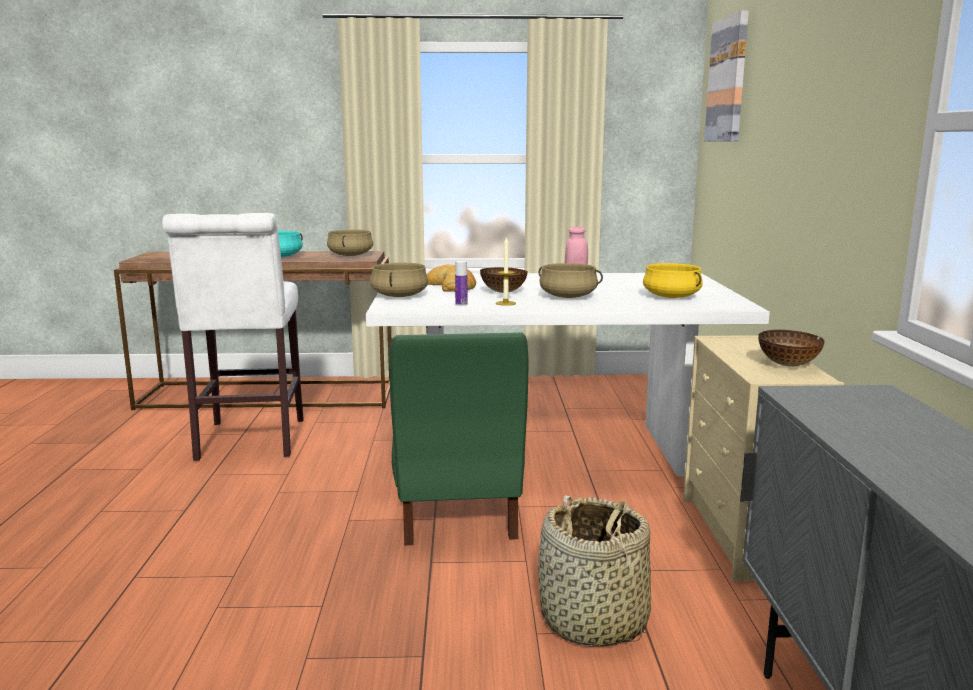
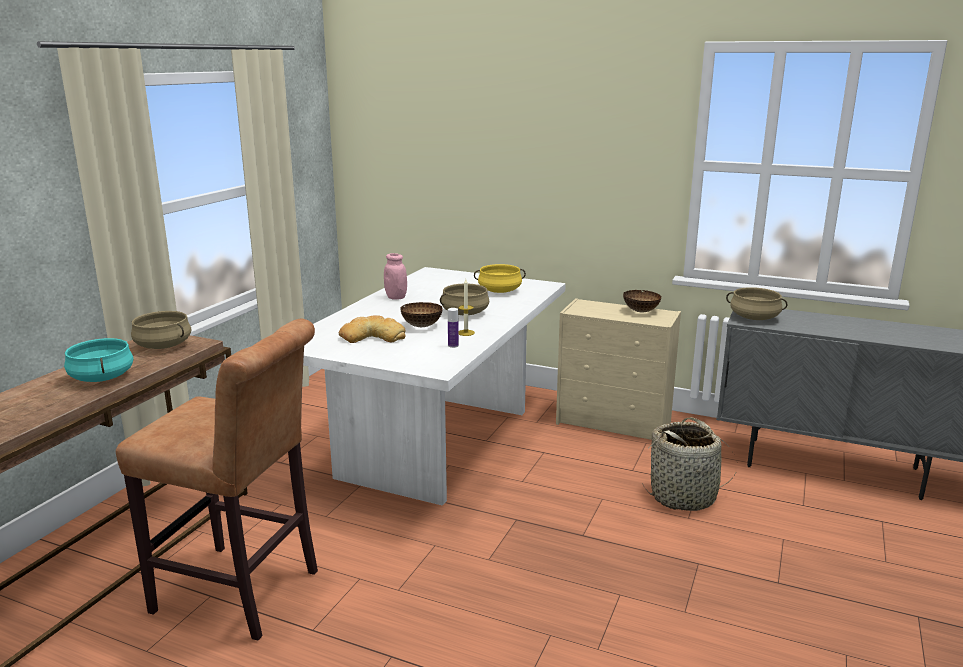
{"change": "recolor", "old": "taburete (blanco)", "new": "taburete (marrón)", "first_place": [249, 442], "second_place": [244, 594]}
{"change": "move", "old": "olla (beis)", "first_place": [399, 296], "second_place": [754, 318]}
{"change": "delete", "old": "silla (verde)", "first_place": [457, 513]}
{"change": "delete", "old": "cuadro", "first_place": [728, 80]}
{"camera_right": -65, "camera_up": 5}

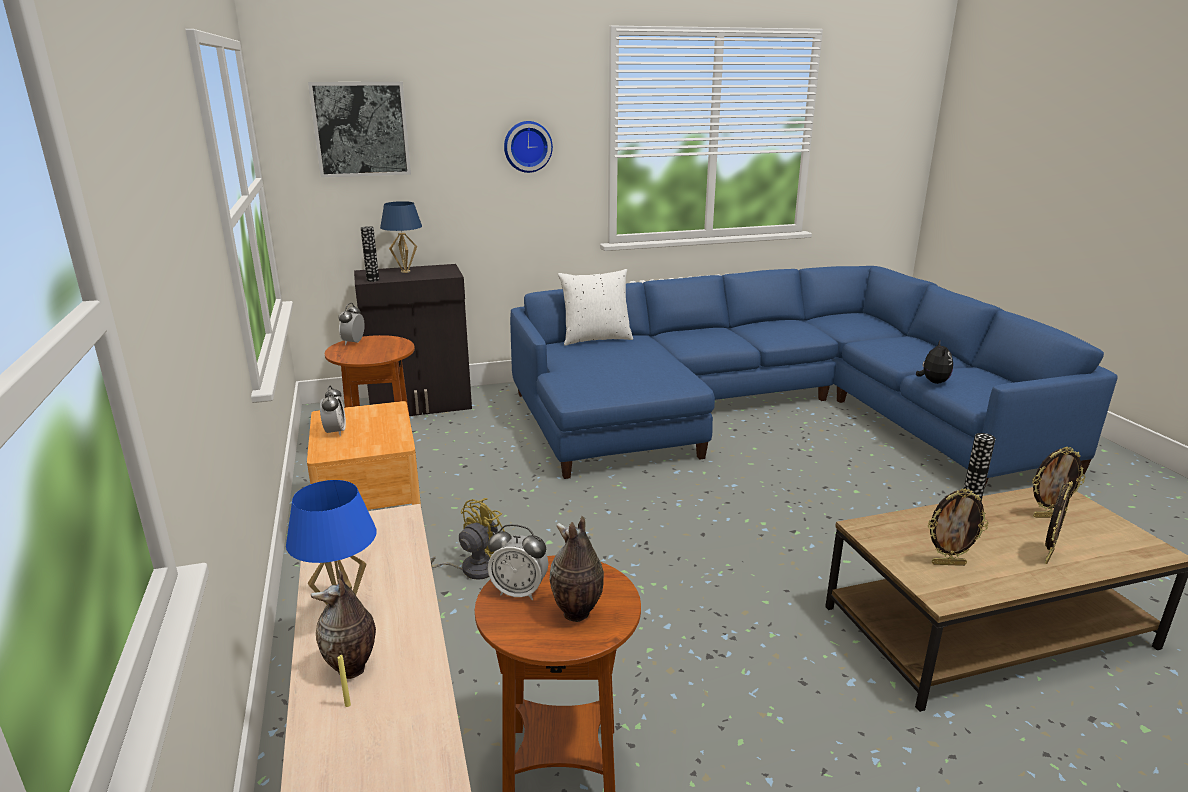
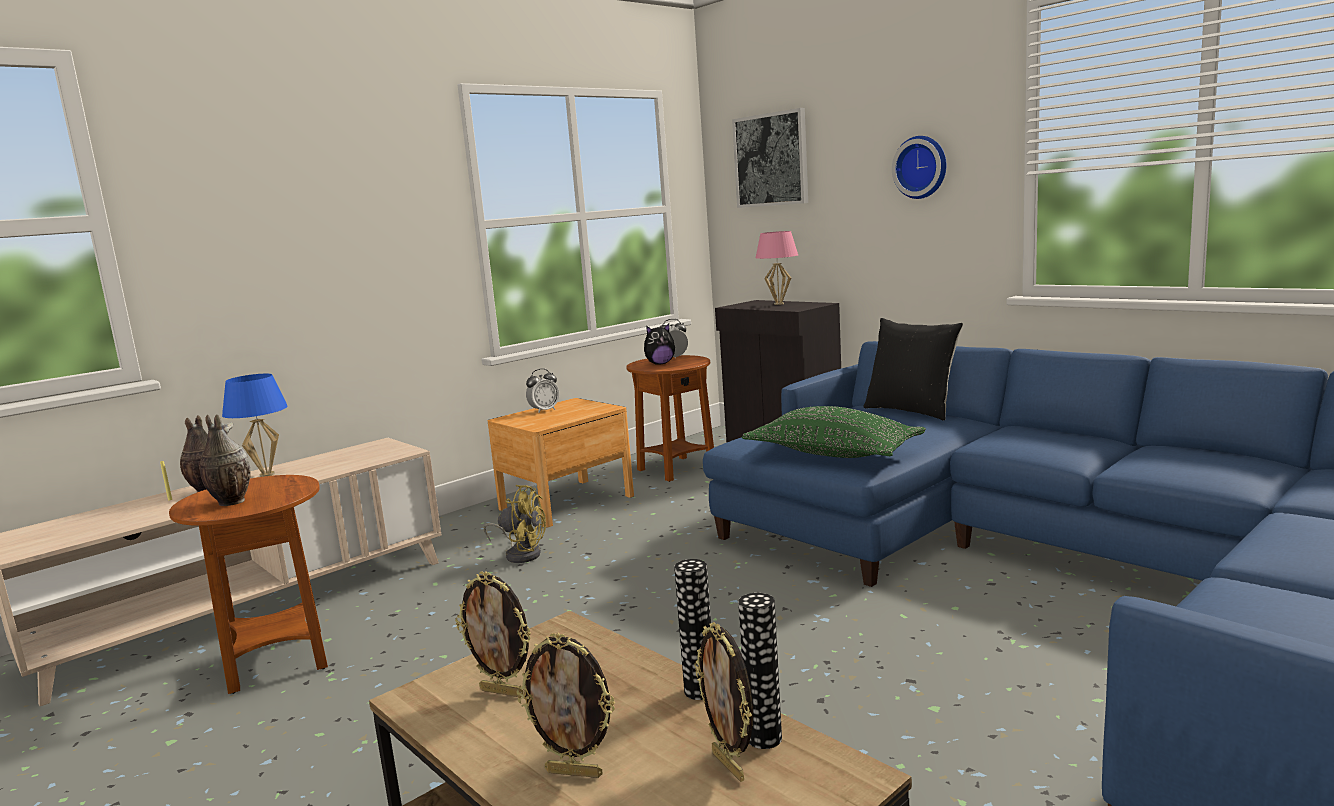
{"change": "move", "old": "florero", "first_place": [373, 280], "second_place": [764, 738]}
{"change": "recolor", "old": "lámpara de mesa (azul)", "new": "lámpara de mesa (rosa)", "first_place": [405, 271], "second_place": [779, 304]}
{"change": "delete", "old": "despertador", "first_place": [519, 592]}
{"change": "recolor", "old": "cojín (blanco)", "new": "cojín (negro)", "first_place": [596, 339], "second_place": [911, 411]}
{"change": "move", "old": "peluche", "first_place": [932, 382], "second_place": [660, 364]}
{"change": "rotate", "old": "portarretratos", "first_place": [948, 563], "second_place": [503, 692], "degrees": -45}
{"change": "insert", "new": "cojín (verde)", "second_place": [833, 454]}
{"camera_right": 65, "camera_up": -10}

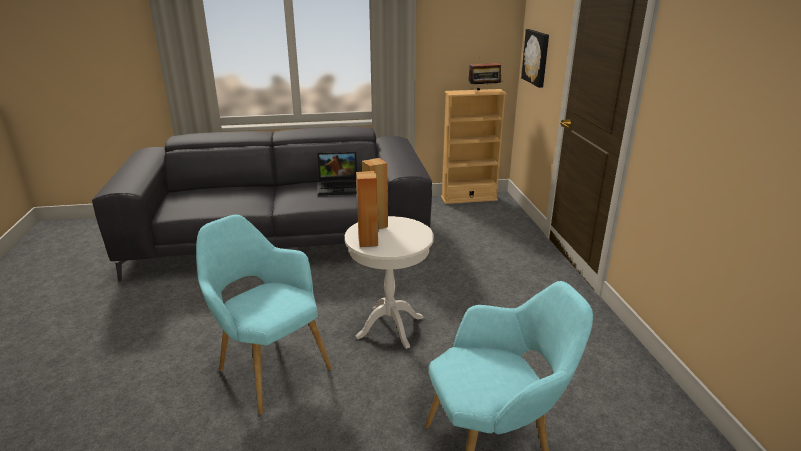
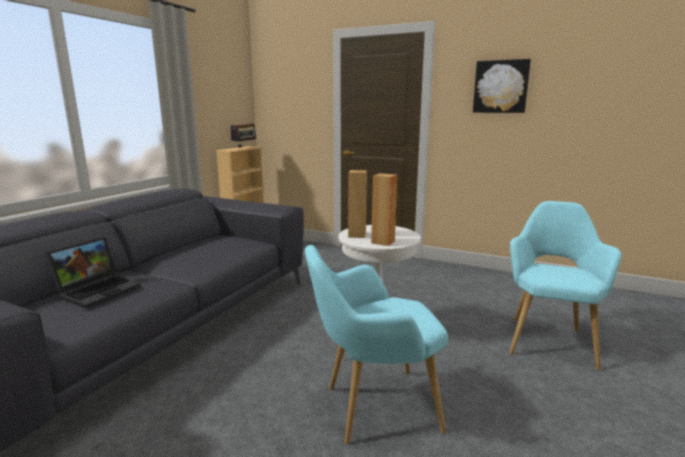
{"change": "move", "old": "portátil", "first_place": [339, 187], "second_place": [99, 290]}
{"change": "move", "old": "cuadro", "first_place": [536, 57], "second_place": [501, 87]}
{"camera_right": -55, "camera_up": -10}

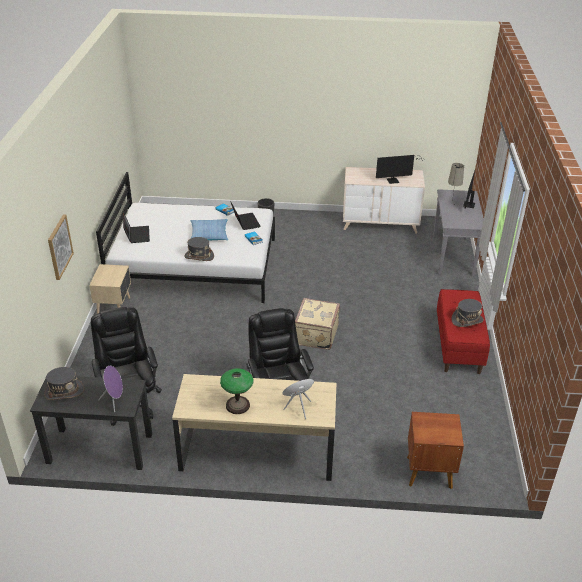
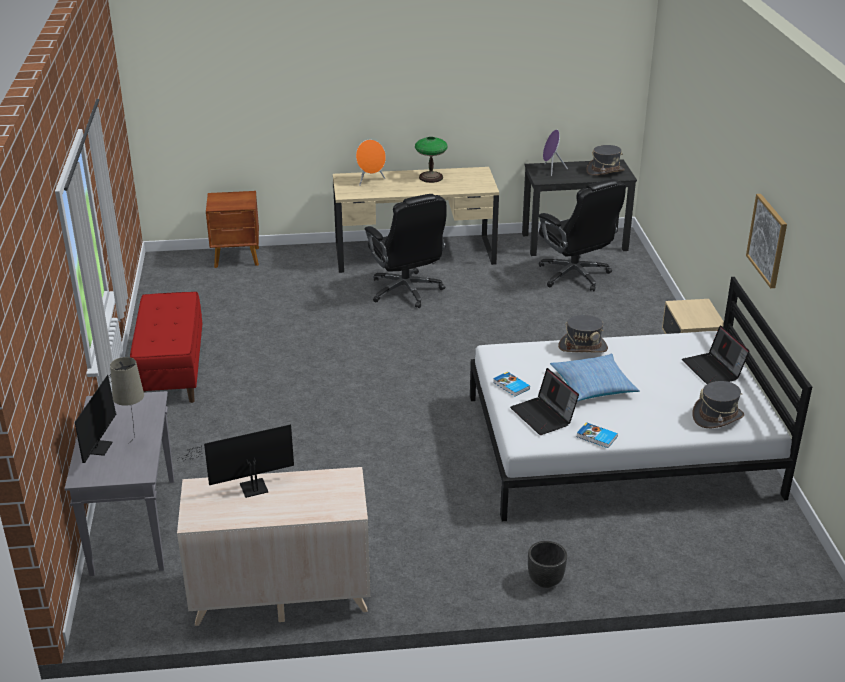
{"change": "move", "old": "cuadro", "first_place": [59, 246], "second_place": [768, 240]}
{"change": "delete", "old": "maleta (beis)", "first_place": [315, 335]}
{"change": "move", "old": "sombrero (gris)", "first_place": [467, 320], "second_place": [717, 417]}
{"camera_right": 170, "camera_up": -5}

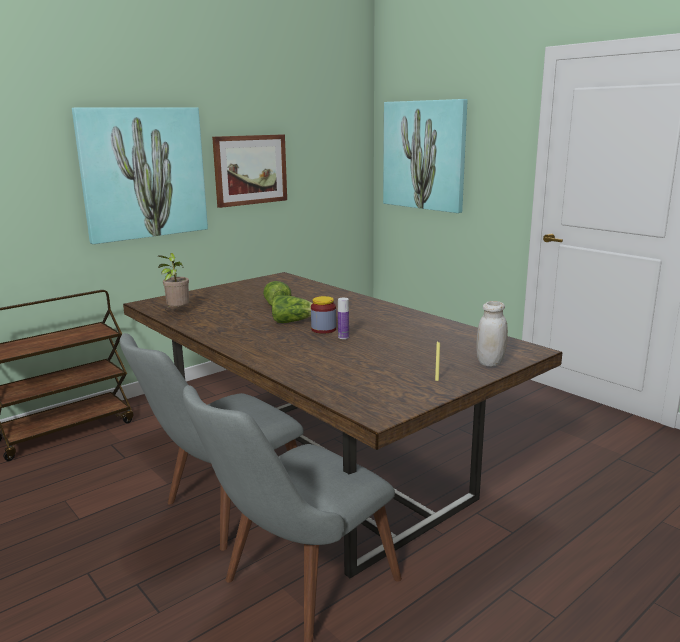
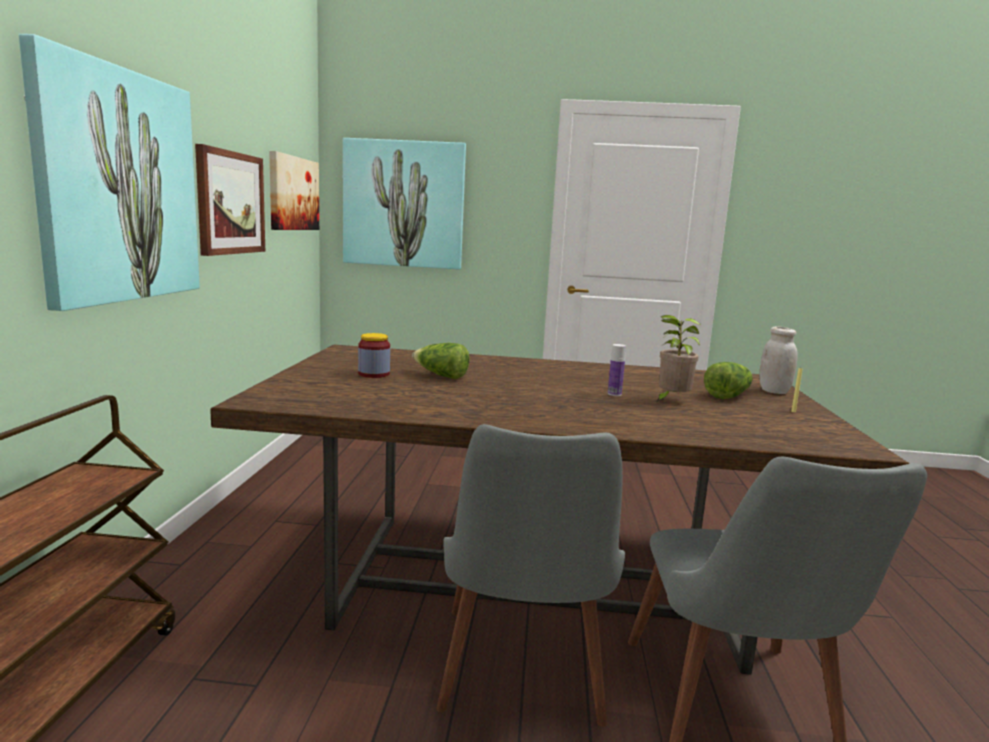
{"change": "move", "old": "planta en maceta", "first_place": [177, 312], "second_place": [671, 401]}
{"change": "move", "old": "lechuga", "first_place": [293, 321], "second_place": [727, 395]}
{"change": "move", "old": "tarro", "first_place": [323, 329], "second_place": [374, 374]}
{"change": "insert", "new": "cuadro", "second_place": [293, 193]}
{"camera_right": -45, "camera_up": -5}

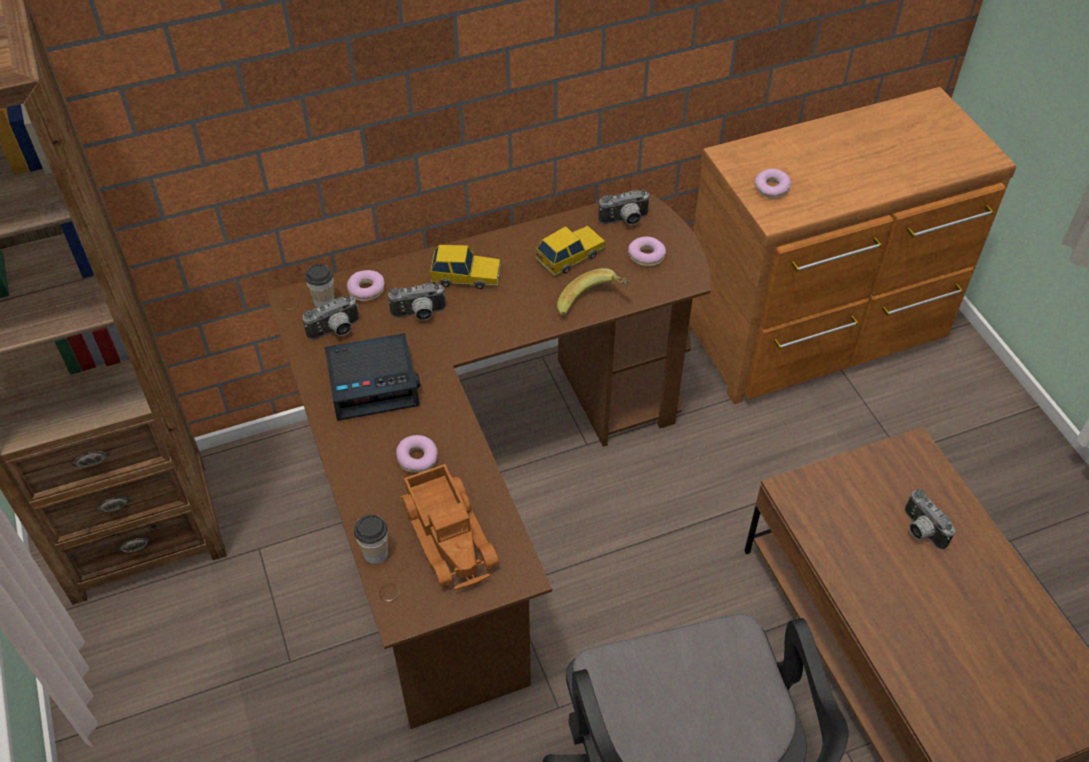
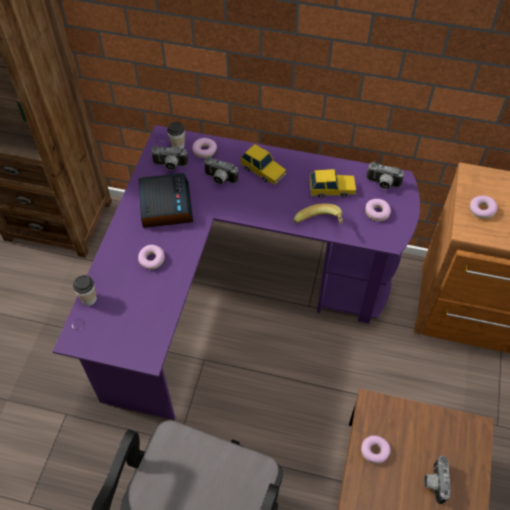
{"change": "recolor", "old": "escritorio (marrón)", "new": "escritorio (morado)", "first_place": [482, 486], "second_place": [234, 296]}
{"change": "rotate", "old": "despertador", "first_place": [374, 383], "second_place": [165, 205], "degrees": -120}
{"change": "delete", "old": "camión de juguete", "first_place": [450, 534]}
{"change": "insert", "new": "rosquilla", "second_place": [374, 451]}
{"camera_right": 35, "camera_up": 5}

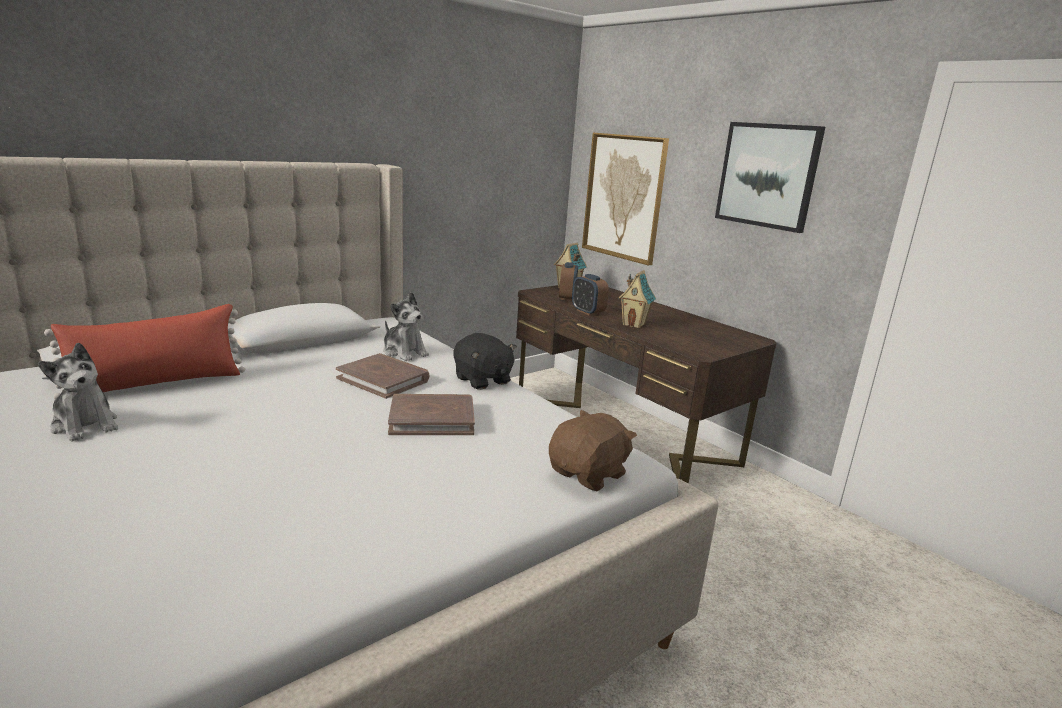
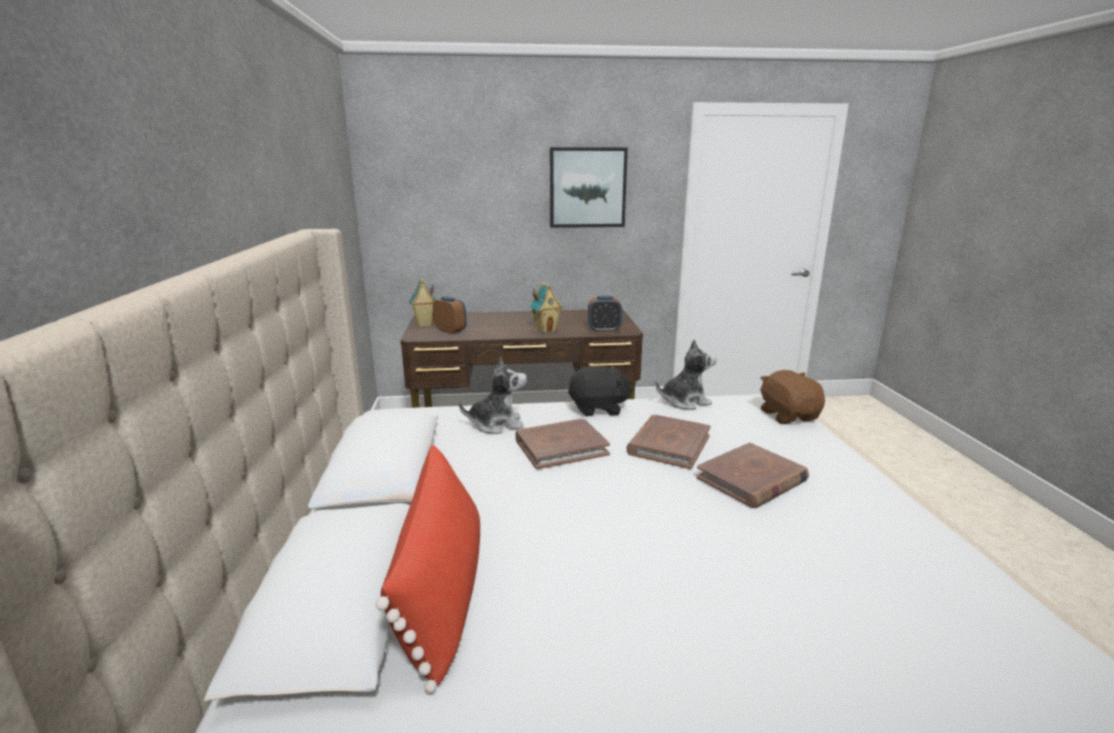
{"change": "move", "old": "peluche", "first_place": [85, 425], "second_place": [684, 401]}
{"change": "move", "old": "despertador", "first_place": [588, 312], "second_place": [604, 330]}
{"change": "delete", "old": "cuadro", "first_place": [623, 197]}
{"change": "insert", "new": "libro (marrón)", "second_place": [752, 479]}
{"camera_right": -55, "camera_up": 0}

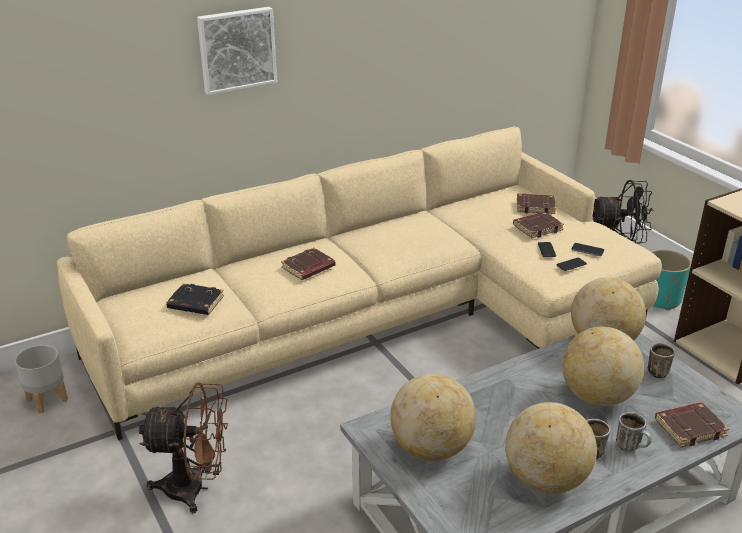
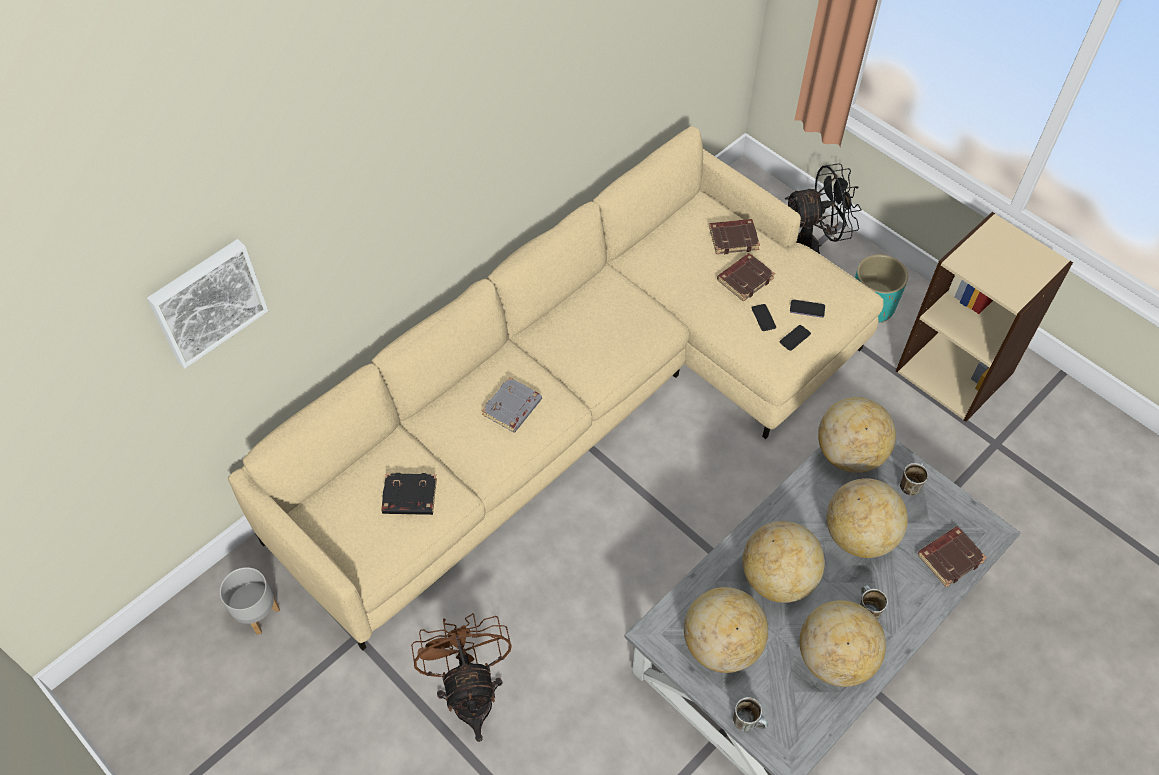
{"change": "rotate", "old": "ventilador (marrón)", "first_place": [195, 488], "second_place": [470, 693], "degrees": -90}
{"change": "move", "old": "cuadro", "first_place": [236, 49], "second_place": [207, 301]}
{"change": "recolor", "old": "libro (marrón)", "new": "libro (gris)", "first_place": [308, 268], "second_place": [512, 408]}
{"change": "move", "old": "taza grande", "first_place": [631, 447], "second_place": [748, 722]}
{"change": "insert", "new": "globo terráqueo", "second_place": [777, 579]}
{"camera_right": -15, "camera_up": 25}

